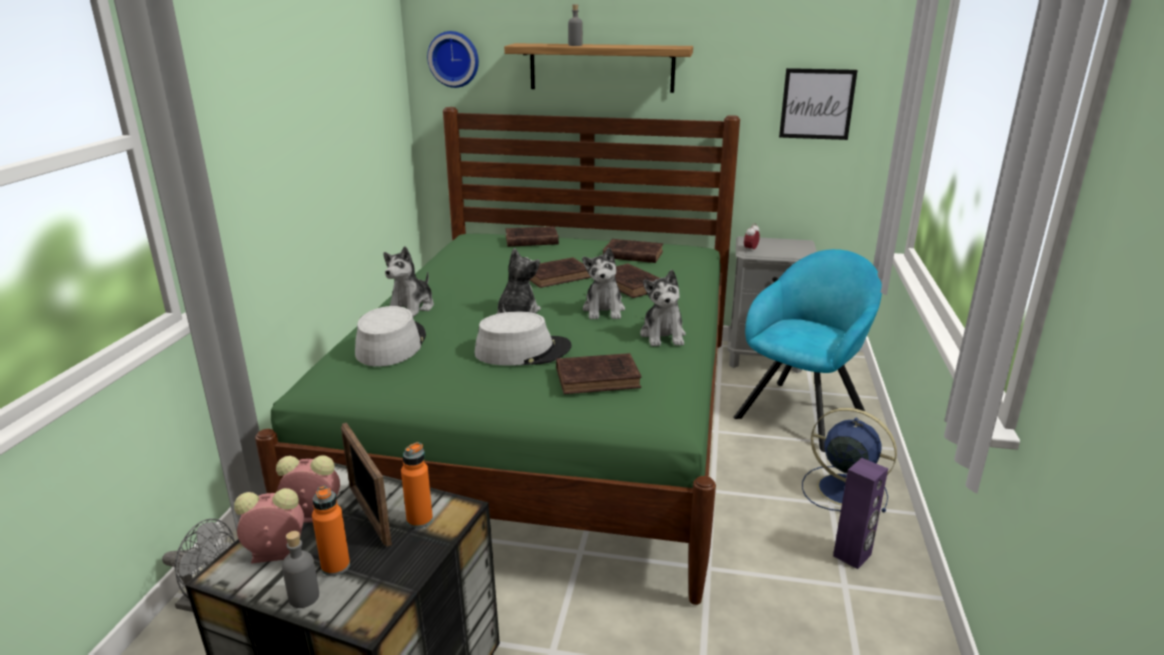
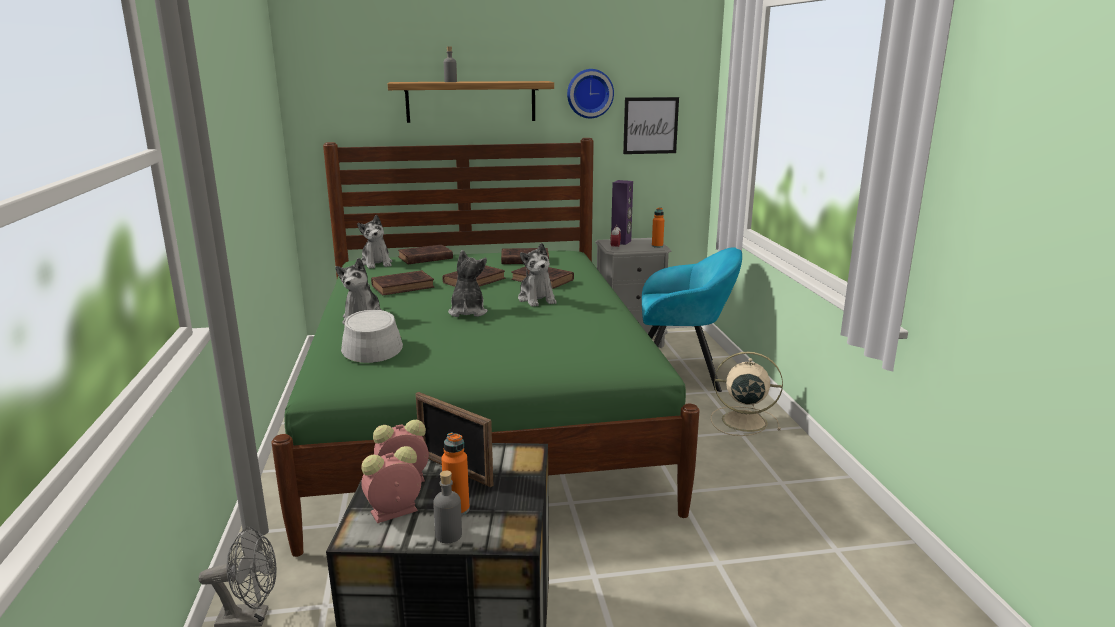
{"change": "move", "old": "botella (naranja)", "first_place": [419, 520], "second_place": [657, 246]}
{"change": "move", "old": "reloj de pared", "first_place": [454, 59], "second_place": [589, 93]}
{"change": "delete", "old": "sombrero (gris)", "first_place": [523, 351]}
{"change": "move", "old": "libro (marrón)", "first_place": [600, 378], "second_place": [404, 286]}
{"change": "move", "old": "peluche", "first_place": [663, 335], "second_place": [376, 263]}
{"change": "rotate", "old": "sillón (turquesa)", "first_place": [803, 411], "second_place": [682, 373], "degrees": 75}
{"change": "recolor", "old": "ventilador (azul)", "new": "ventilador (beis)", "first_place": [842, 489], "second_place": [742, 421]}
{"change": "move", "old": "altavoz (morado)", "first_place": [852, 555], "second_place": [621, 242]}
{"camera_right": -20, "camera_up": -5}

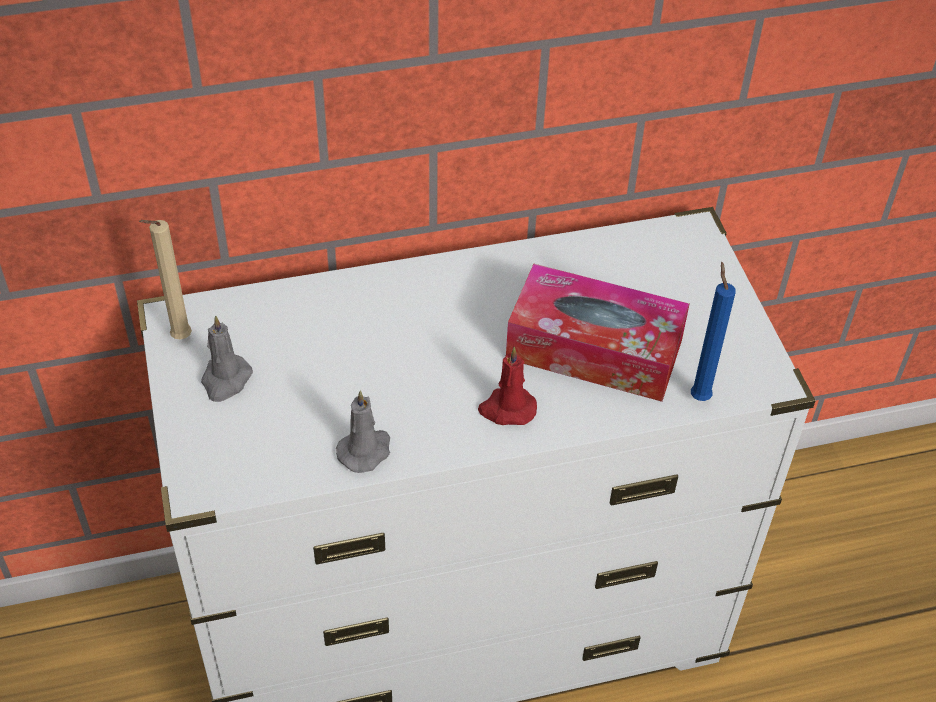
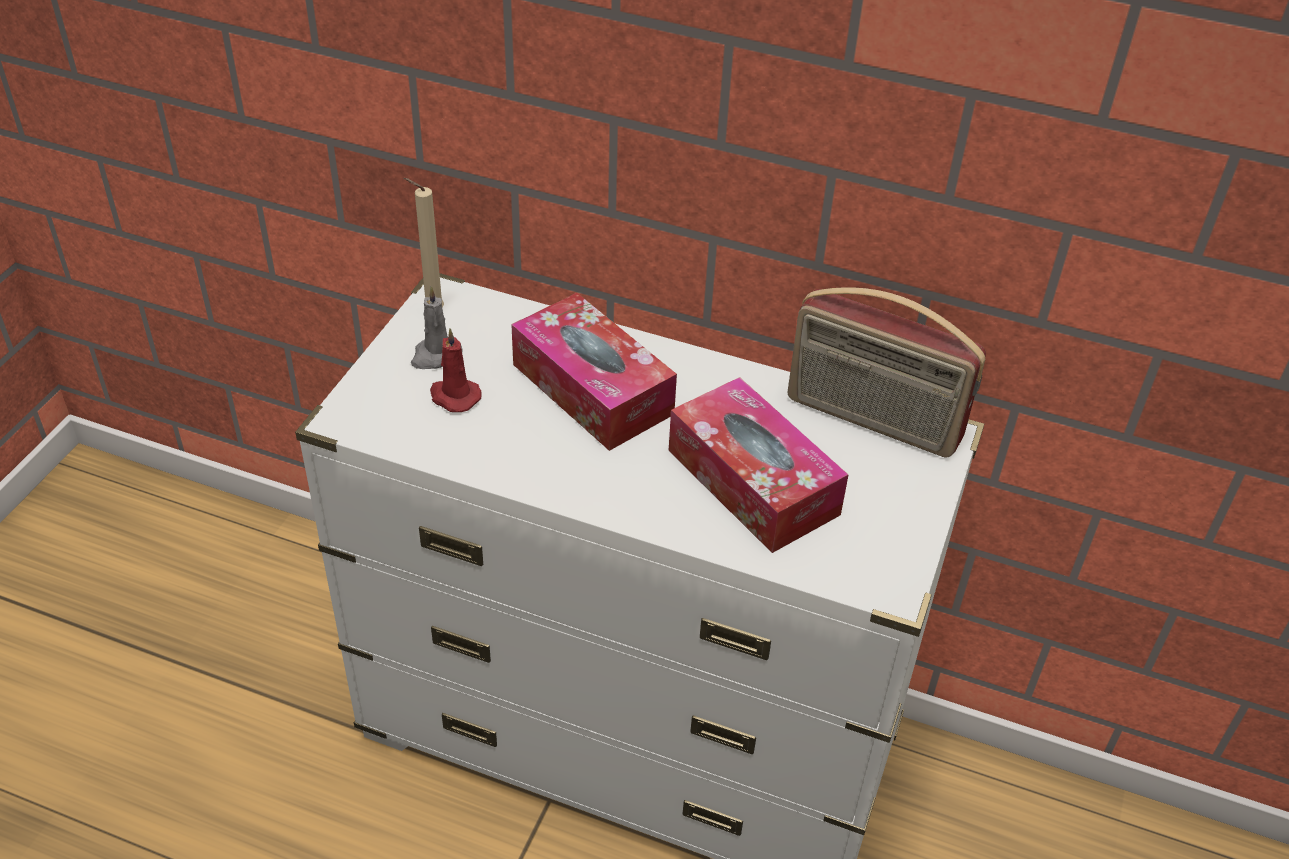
{"change": "delete", "old": "vela (gris)", "first_place": [365, 450]}
{"change": "move", "old": "vela (rojo)", "first_place": [507, 409], "second_place": [453, 396]}
{"change": "delete", "old": "vela (azul)", "first_place": [699, 395]}
{"change": "insert", "new": "caja de pañuelos", "second_place": [592, 389]}
{"change": "insert", "new": "radio", "second_place": [872, 420]}
{"camera_right": 35, "camera_up": -5}

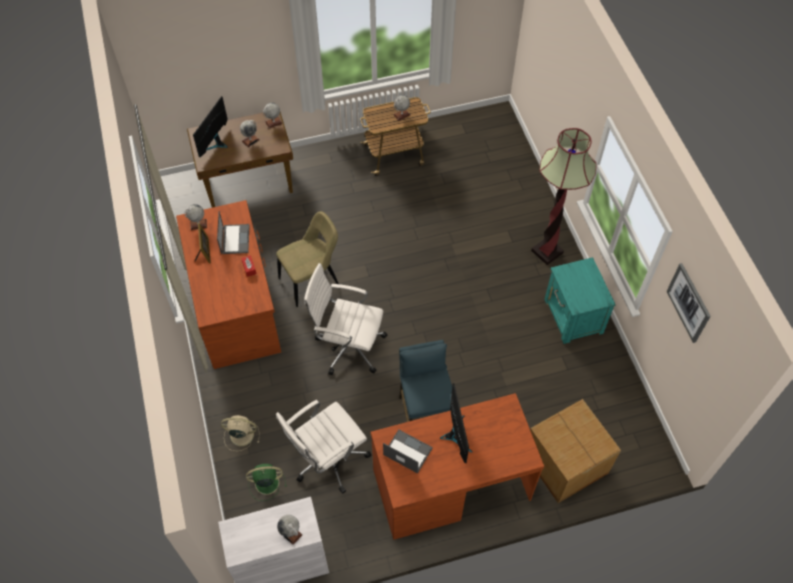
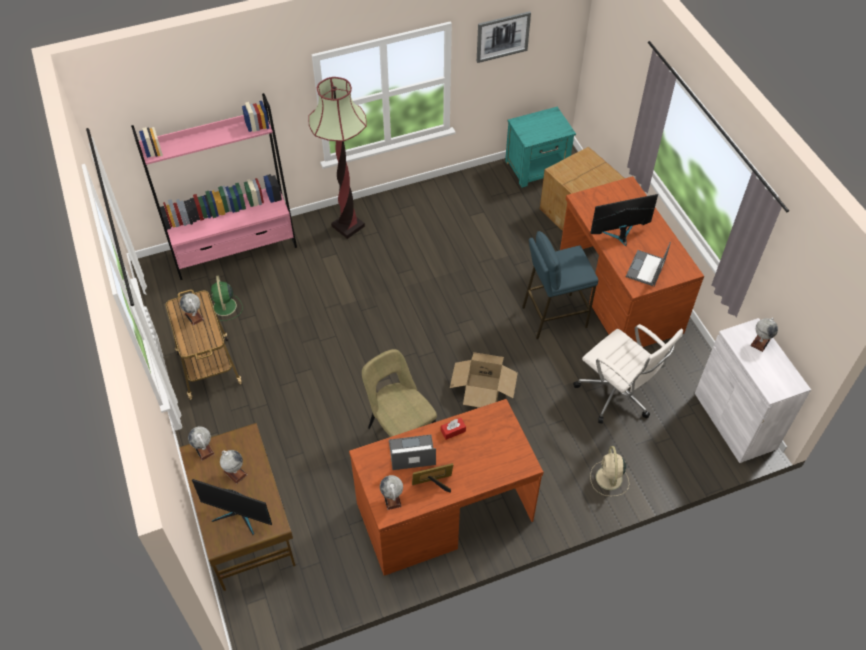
{"change": "move", "old": "ventilador (verde)", "first_place": [266, 483], "second_place": [225, 307]}
{"change": "replace", "old": "silla de oficina (blanco)", "new": "caja de cartón", "first_place": [348, 346], "second_place": [482, 389]}
{"change": "move", "old": "mesita de noche (turquesa)", "first_place": [573, 317], "second_place": [537, 168]}
{"change": "insert", "new": "estantería (rosa)", "second_place": [235, 250]}
{"camera_right": -95, "camera_up": -5}

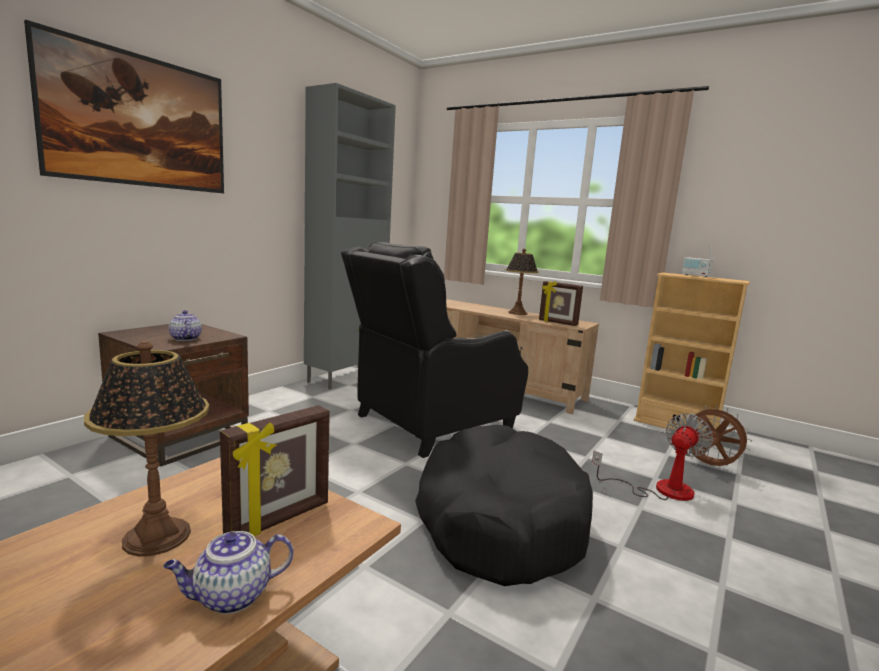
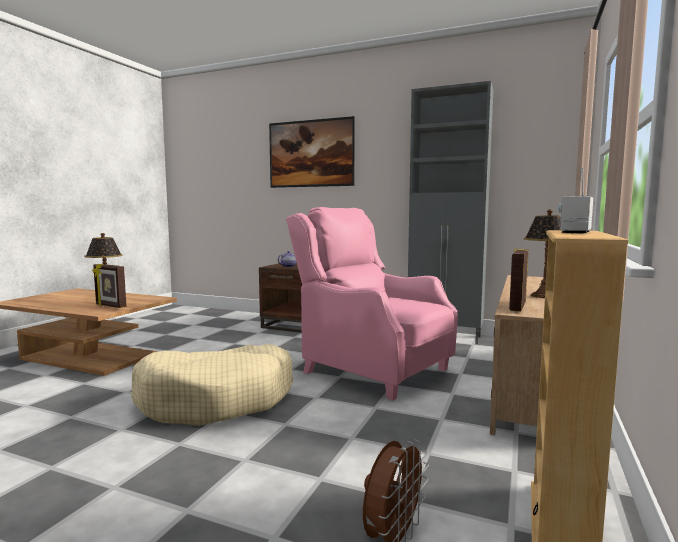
{"change": "delete", "old": "tetera", "first_place": [231, 597]}
{"change": "recolor", "old": "sillón (negro)", "new": "sillón (rosa)", "first_place": [430, 424], "second_place": [372, 370]}
{"change": "recolor", "old": "cama para perro (negro)", "new": "cama para perro (beis)", "first_place": [499, 520], "second_place": [217, 400]}
{"change": "delete", "old": "ventilador", "first_place": [660, 489]}
{"camera_right": 80, "camera_up": -5}

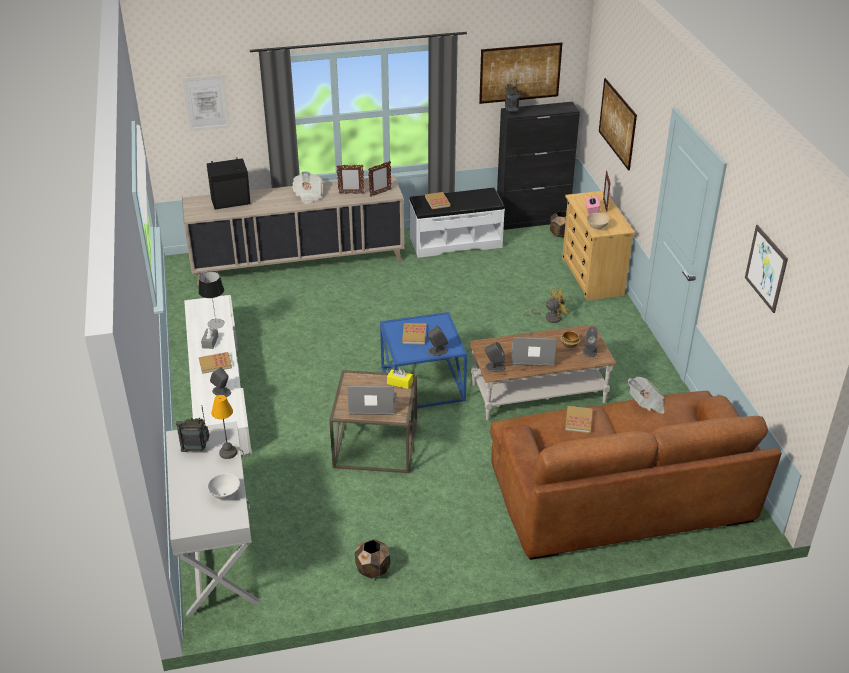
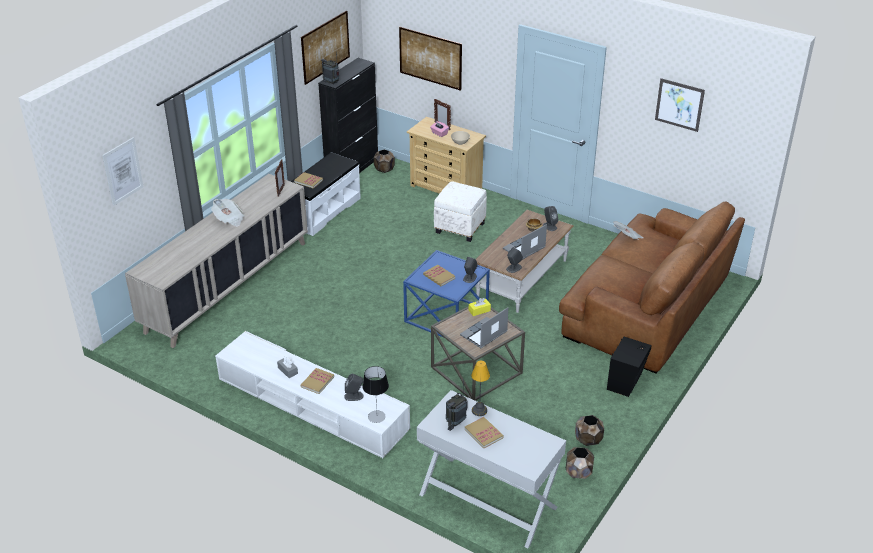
{"change": "move", "old": "lámpara de mesa", "first_place": [216, 324], "second_place": [376, 416]}
{"change": "move", "old": "altavoz (negro)", "first_place": [231, 202], "second_place": [626, 382]}
{"change": "delete", "old": "cuenco (blanco)", "first_place": [225, 495]}
{"change": "delete", "old": "portarretratos", "first_place": [351, 193]}
{"change": "replace", "old": "ventilador (amarillo)", "new": "puf (blanco)", "first_place": [549, 317], "second_place": [459, 228]}
{"change": "move", "old": "libro", "first_place": [578, 421], "second_place": [483, 433]}
{"change": "insert", "new": "maceta (marrón)", "second_place": [579, 472]}
{"camera_right": -45, "camera_up": 0}

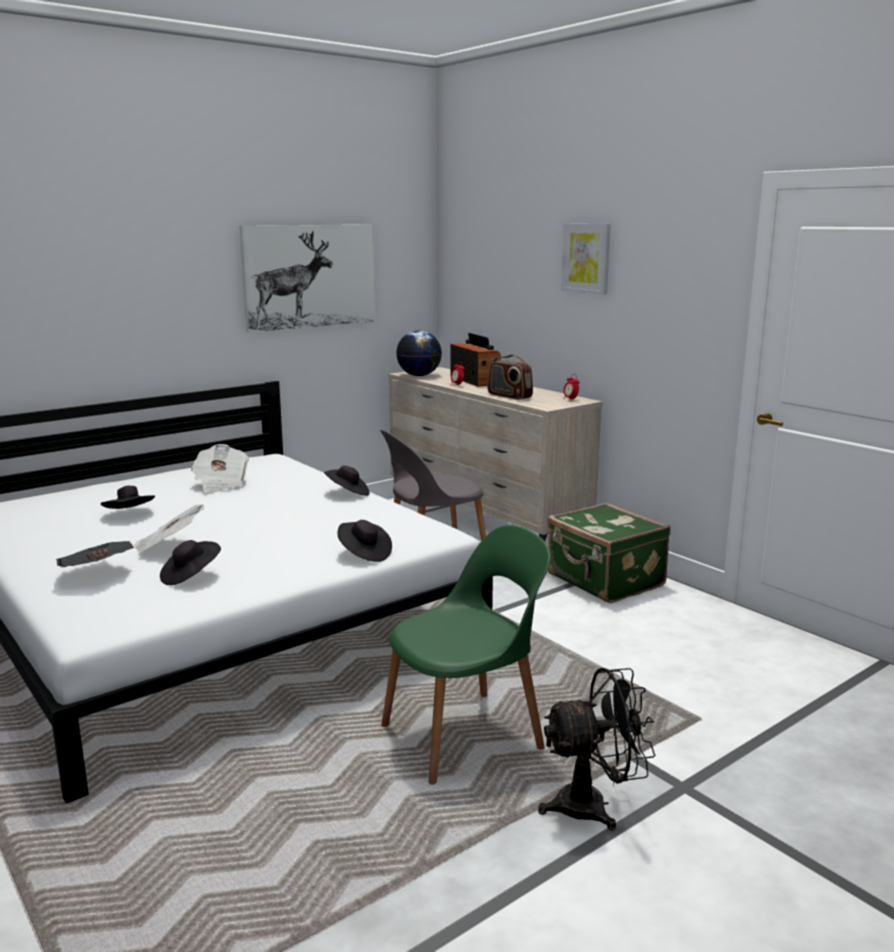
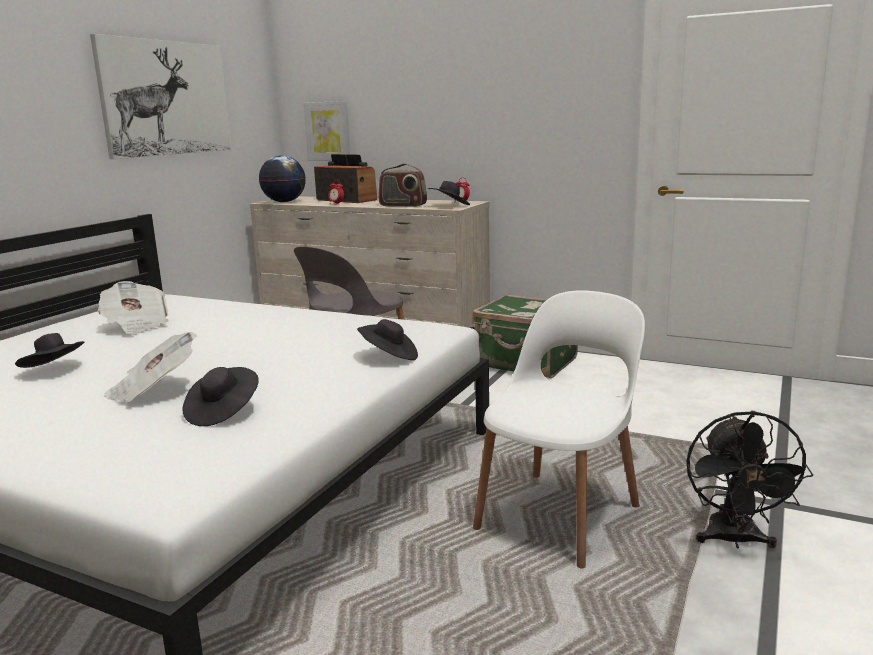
{"change": "delete", "old": "periódico", "first_place": [97, 574]}
{"change": "move", "old": "sombrero (negro)", "first_place": [348, 493], "second_place": [449, 206]}
{"change": "recolor", "old": "silla (verde)", "new": "silla (blanco)", "first_place": [466, 735], "second_place": [560, 514]}
{"change": "rotate", "old": "ventilador (negro)", "first_place": [594, 805], "second_place": [734, 540], "degrees": 135}
{"change": "move", "old": "cuadro", "first_place": [586, 258], "second_place": [328, 131]}
{"camera_right": -25, "camera_up": 0}

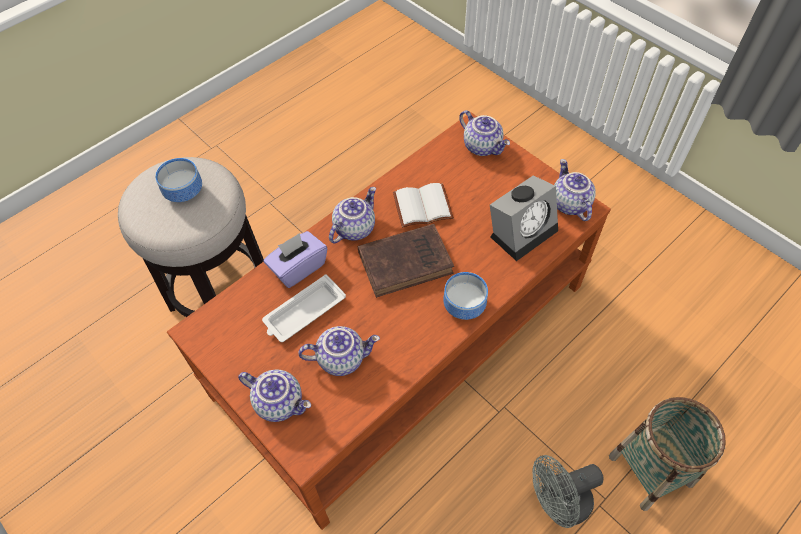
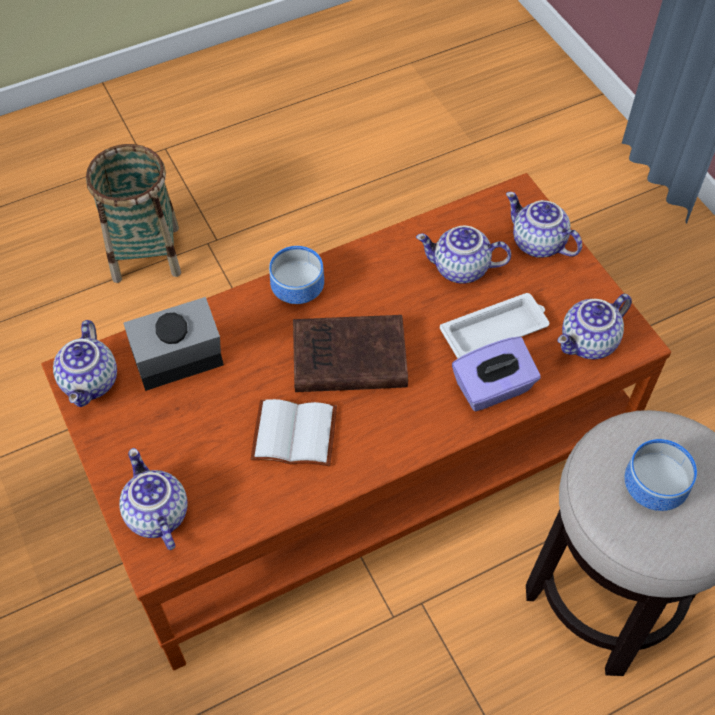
{"change": "move", "old": "tetera", "first_place": [354, 228], "second_place": [589, 343]}
{"change": "delete", "old": "ventilador (gris)", "first_place": [558, 504]}
{"camera_right": -165, "camera_up": 0}

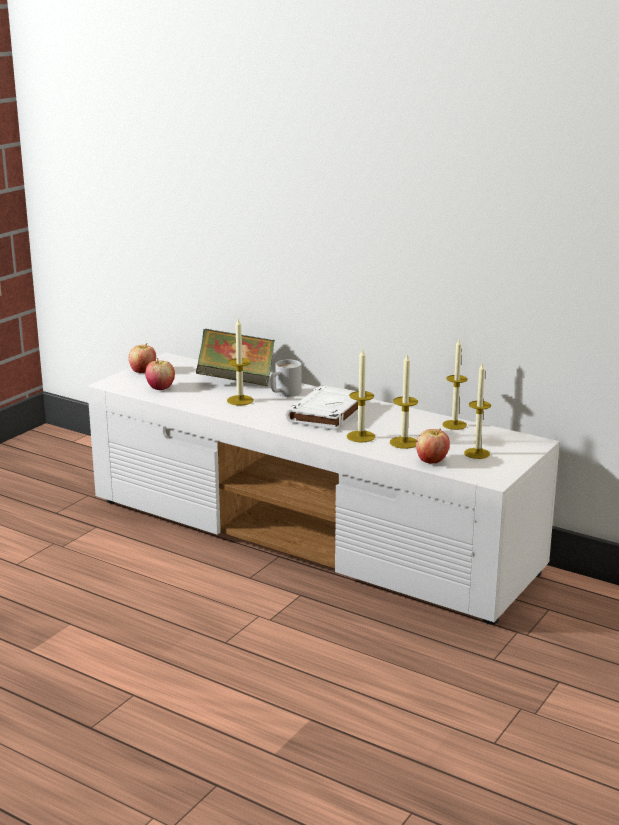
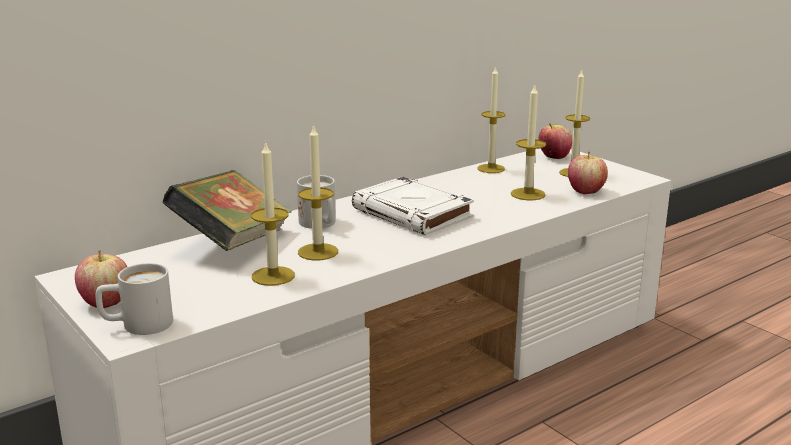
{"change": "move", "old": "manzana", "first_place": [160, 388], "second_place": [554, 157]}
{"change": "move", "old": "vela", "first_place": [361, 436], "second_place": [273, 276]}
{"change": "insert", "new": "taza grande (blanco)", "second_place": [137, 325]}
{"camera_right": -70, "camera_up": 0}

